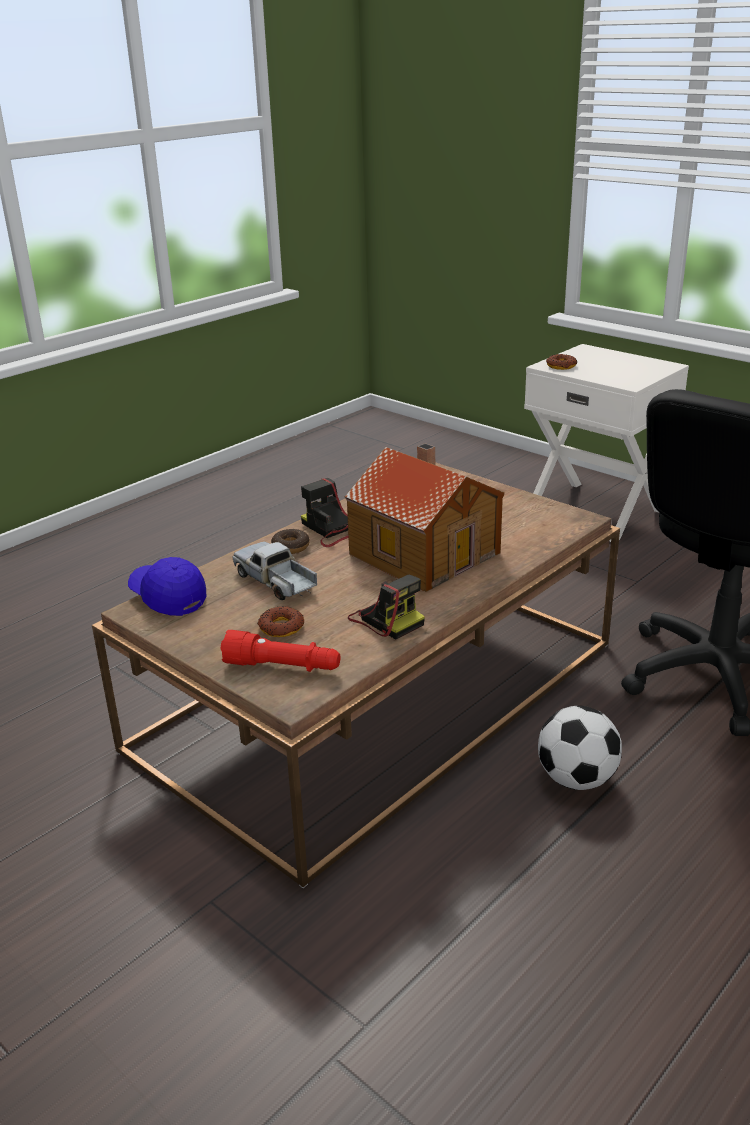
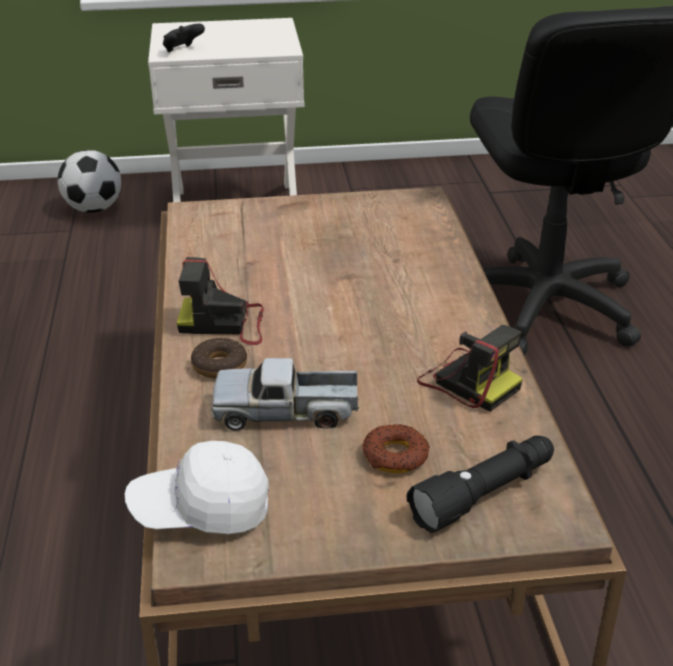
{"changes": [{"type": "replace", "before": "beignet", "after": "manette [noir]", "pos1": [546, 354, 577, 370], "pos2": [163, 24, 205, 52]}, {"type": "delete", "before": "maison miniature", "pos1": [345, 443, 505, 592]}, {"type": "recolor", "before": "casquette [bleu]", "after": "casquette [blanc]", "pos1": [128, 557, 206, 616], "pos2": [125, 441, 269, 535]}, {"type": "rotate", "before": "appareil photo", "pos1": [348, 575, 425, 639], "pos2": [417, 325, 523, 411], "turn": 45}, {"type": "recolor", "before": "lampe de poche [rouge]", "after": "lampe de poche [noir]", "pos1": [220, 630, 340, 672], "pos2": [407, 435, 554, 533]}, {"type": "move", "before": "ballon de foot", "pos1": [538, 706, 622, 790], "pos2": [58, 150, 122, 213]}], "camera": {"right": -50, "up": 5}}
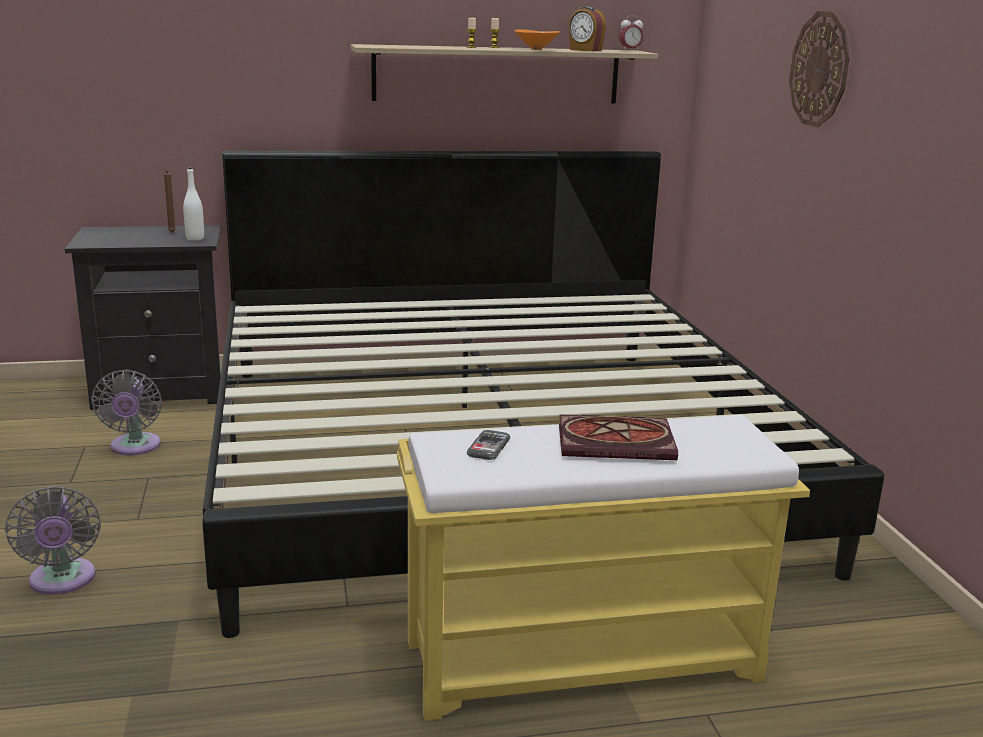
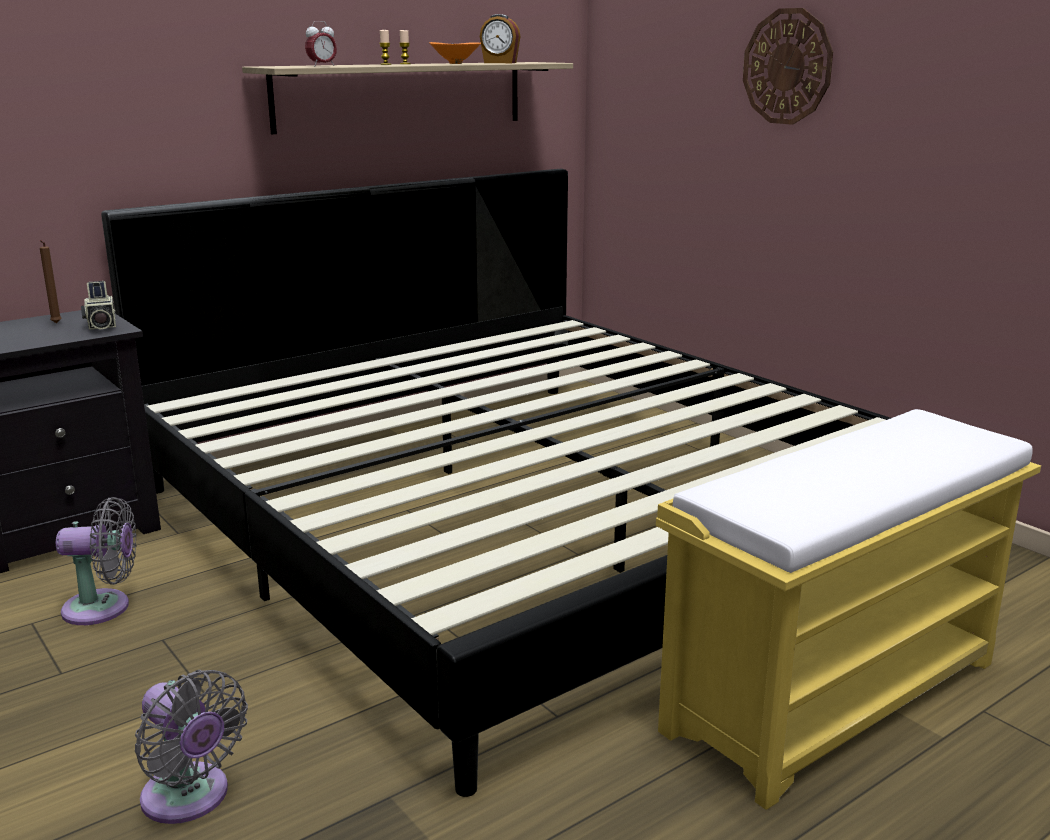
{"changes": [{"type": "move", "before": "réveil", "pos1": [619, 16, 644, 51], "pos2": [305, 21, 337, 66]}, {"type": "replace", "before": "bouteille [blanc]", "after": "appareil photo", "pos1": [183, 167, 204, 240], "pos2": [81, 281, 116, 330]}, {"type": "rotate", "before": "ventilateur [gris]", "pos1": [91, 370, 162, 455], "pos2": [56, 497, 137, 625], "turn": -60}, {"type": "delete", "before": "livre", "pos1": [559, 414, 678, 460]}, {"type": "delete", "before": "téléphone", "pos1": [467, 430, 510, 460]}], "camera": {"right": -25, "up": 0}}
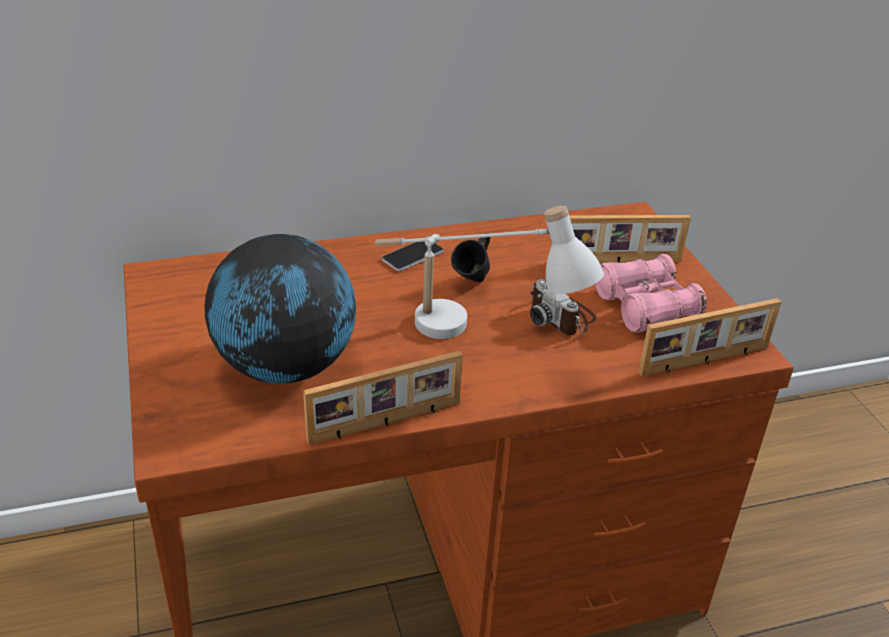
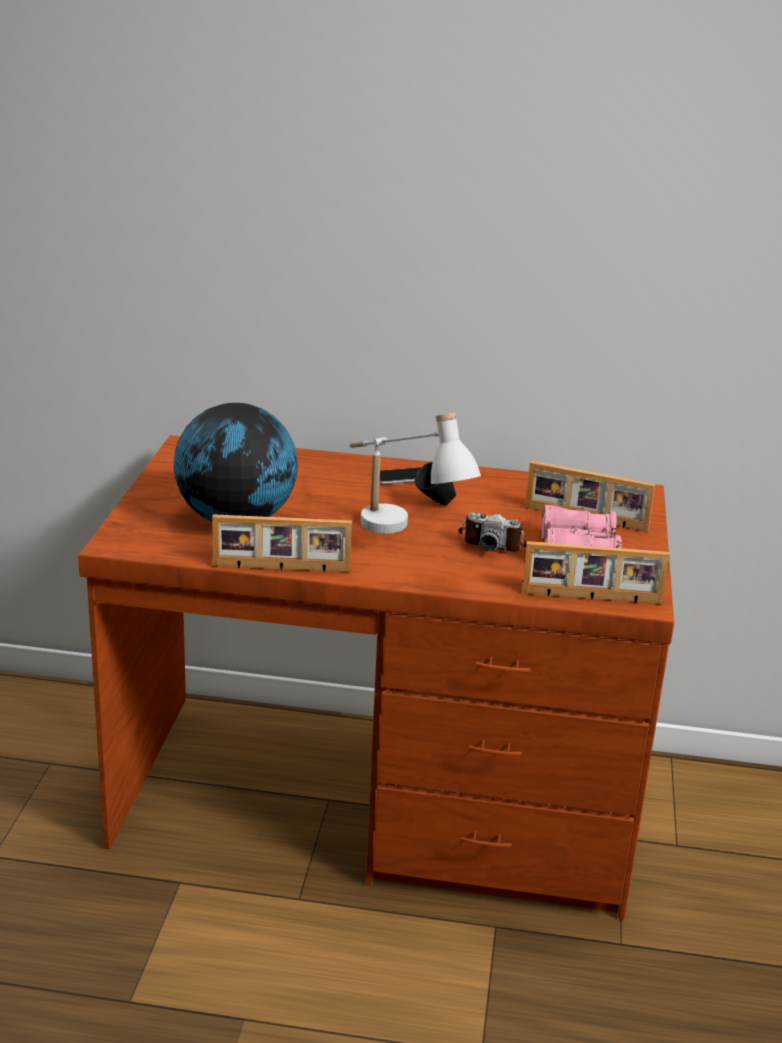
{"changes": [{"type": "rotate", "before": "appareil photo", "pos1": [530, 279, 596, 335], "pos2": [458, 512, 527, 552], "turn": -60}], "camera": {"right": 25, "up": -10}}
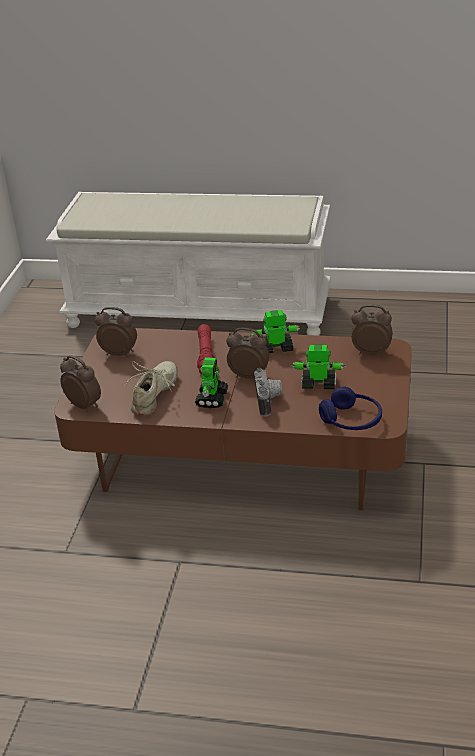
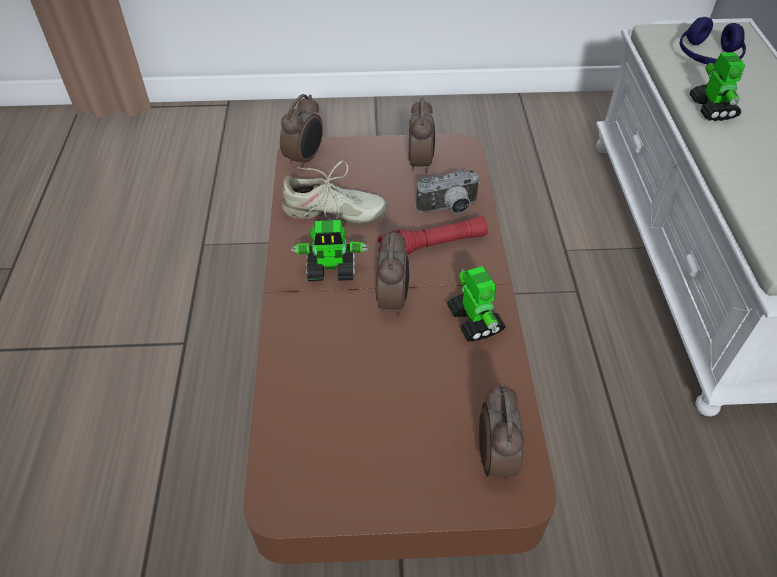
{"changes": [{"type": "move", "before": "robot jouet", "pos1": [291, 345, 345, 389], "pos2": [690, 52, 745, 121]}, {"type": "move", "before": "appareil photo", "pos1": [254, 368, 283, 416], "pos2": [416, 170, 481, 214]}, {"type": "move", "before": "casque audio [bleu]", "pos1": [319, 387, 382, 430], "pos2": [679, 17, 746, 64]}], "camera": {"right": 75, "up": 15}}
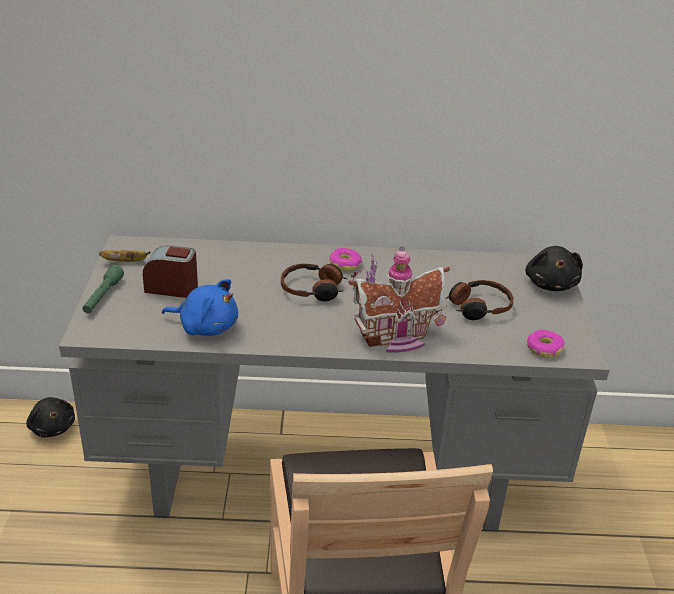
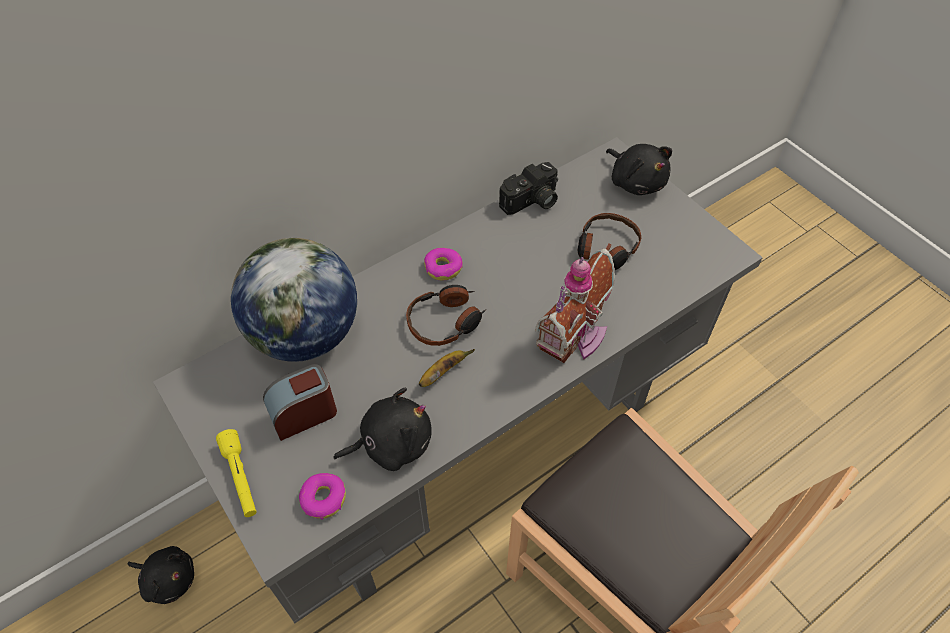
{"changes": [{"type": "move", "before": "banane", "pos1": [99, 250, 150, 262], "pos2": [419, 349, 475, 387]}, {"type": "recolor", "before": "lampe de poche [vert]", "after": "lampe de poche [jaune]", "pos1": [82, 265, 124, 313], "pos2": [216, 429, 257, 517]}, {"type": "recolor", "before": "peluche [bleu]", "after": "peluche [noir]", "pos1": [162, 279, 238, 336], "pos2": [334, 388, 432, 471]}, {"type": "move", "before": "beignet", "pos1": [527, 330, 564, 358], "pos2": [299, 473, 346, 520]}, {"type": "insert", "after": "appareil photo", "pos2": [499, 162, 558, 215]}, {"type": "insert", "after": "globe", "pos2": [231, 238, 357, 362]}], "camera": {"right": -35, "up": 20}}
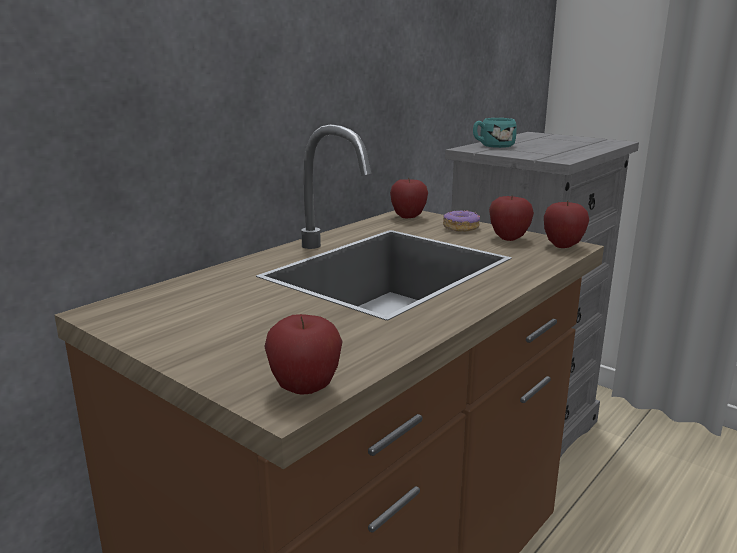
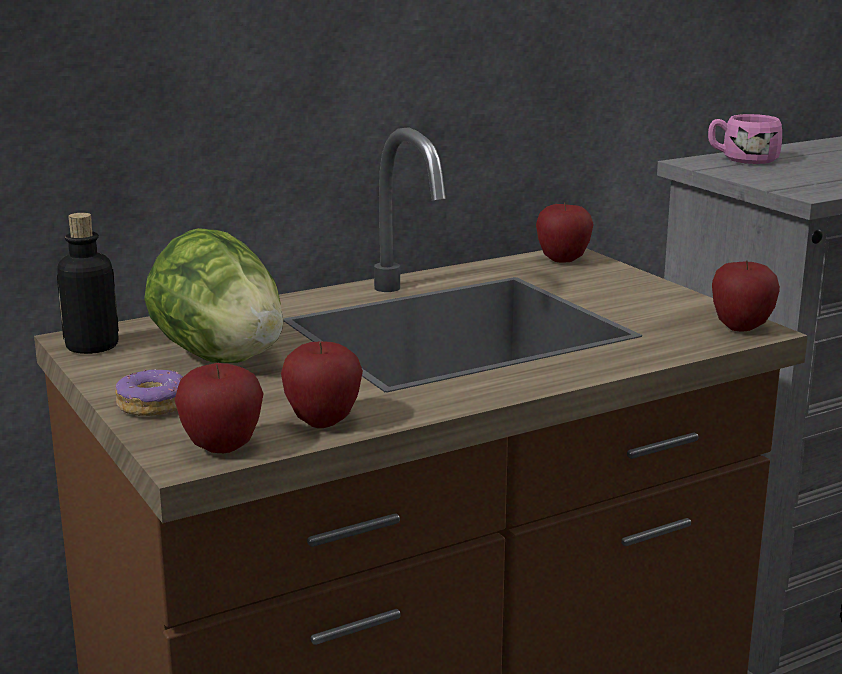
{"changes": [{"type": "recolor", "before": "mug [turquoise]", "after": "mug [rose]", "pos1": [473, 118, 517, 148], "pos2": [708, 114, 782, 164]}, {"type": "move", "before": "pomme", "pos1": [489, 194, 534, 241], "pos2": [281, 341, 363, 428]}, {"type": "move", "before": "beignet", "pos1": [443, 211, 480, 232], "pos2": [115, 369, 183, 416]}, {"type": "insert", "after": "bouteille", "pos2": [57, 213, 119, 354]}, {"type": "insert", "after": "laitue", "pos2": [144, 228, 283, 363]}], "camera": {"right": 20, "up": 0}}
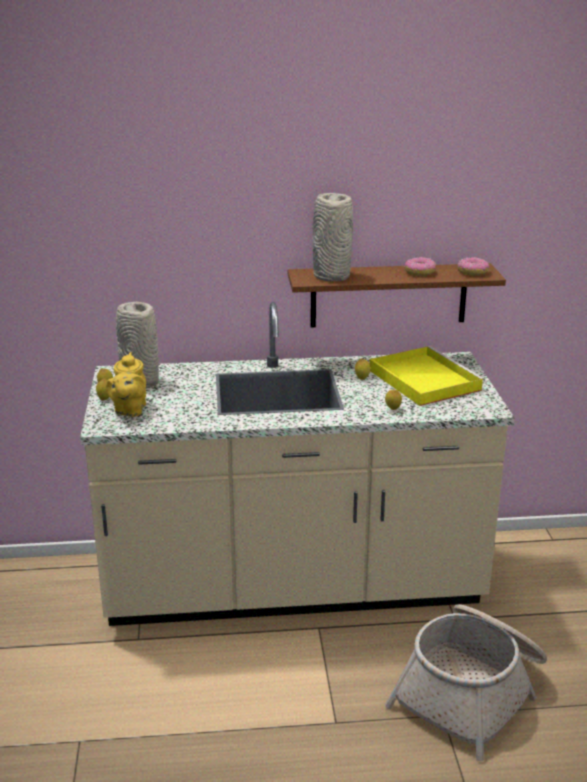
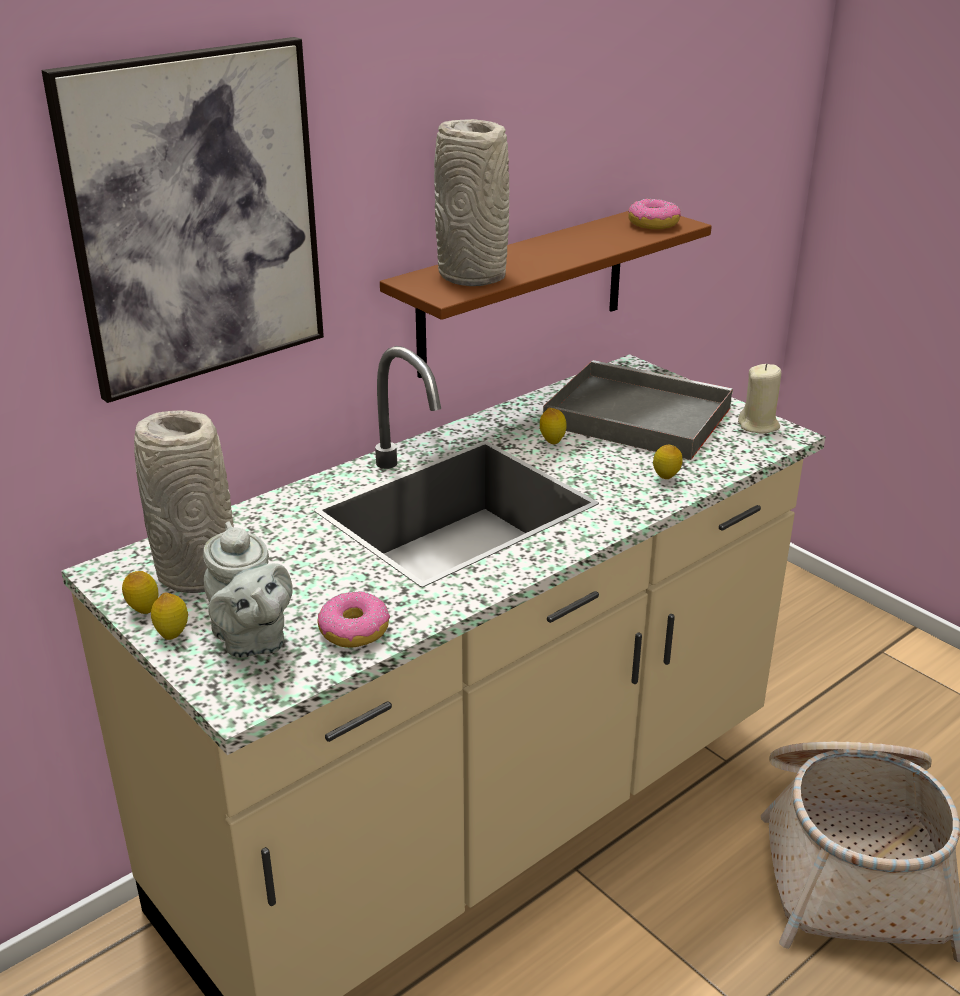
{"changes": [{"type": "move", "before": "beignet", "pos1": [405, 257, 436, 276], "pos2": [317, 591, 390, 648]}, {"type": "recolor", "before": "plateau [jaune]", "after": "plateau [gris]", "pos1": [369, 346, 485, 406], "pos2": [543, 360, 733, 460]}, {"type": "recolor", "before": "théière [jaune]", "after": "théière [gris]", "pos1": [106, 352, 146, 417], "pos2": [203, 521, 292, 658]}, {"type": "insert", "after": "tableau", "pos2": [41, 37, 324, 403]}, {"type": "insert", "after": "bougie [beige]", "pos2": [738, 364, 781, 434]}], "camera": {"right": -35, "up": 5}}
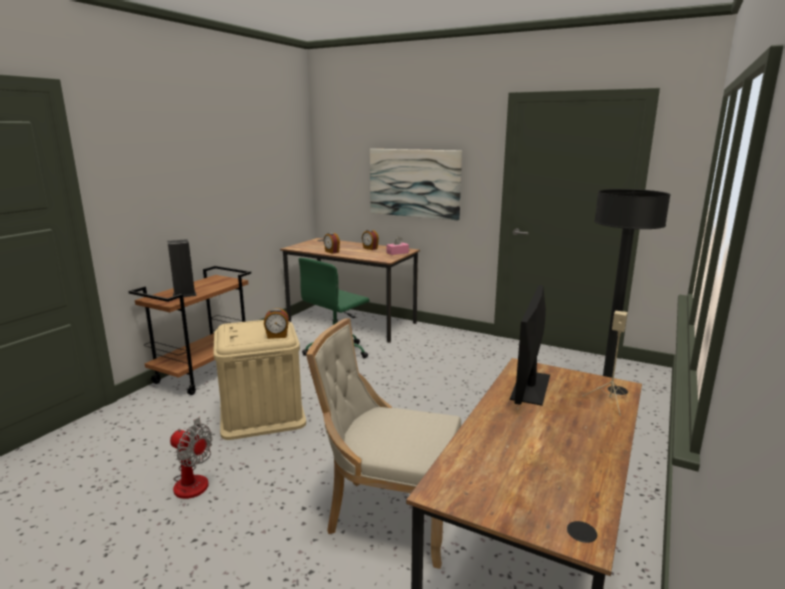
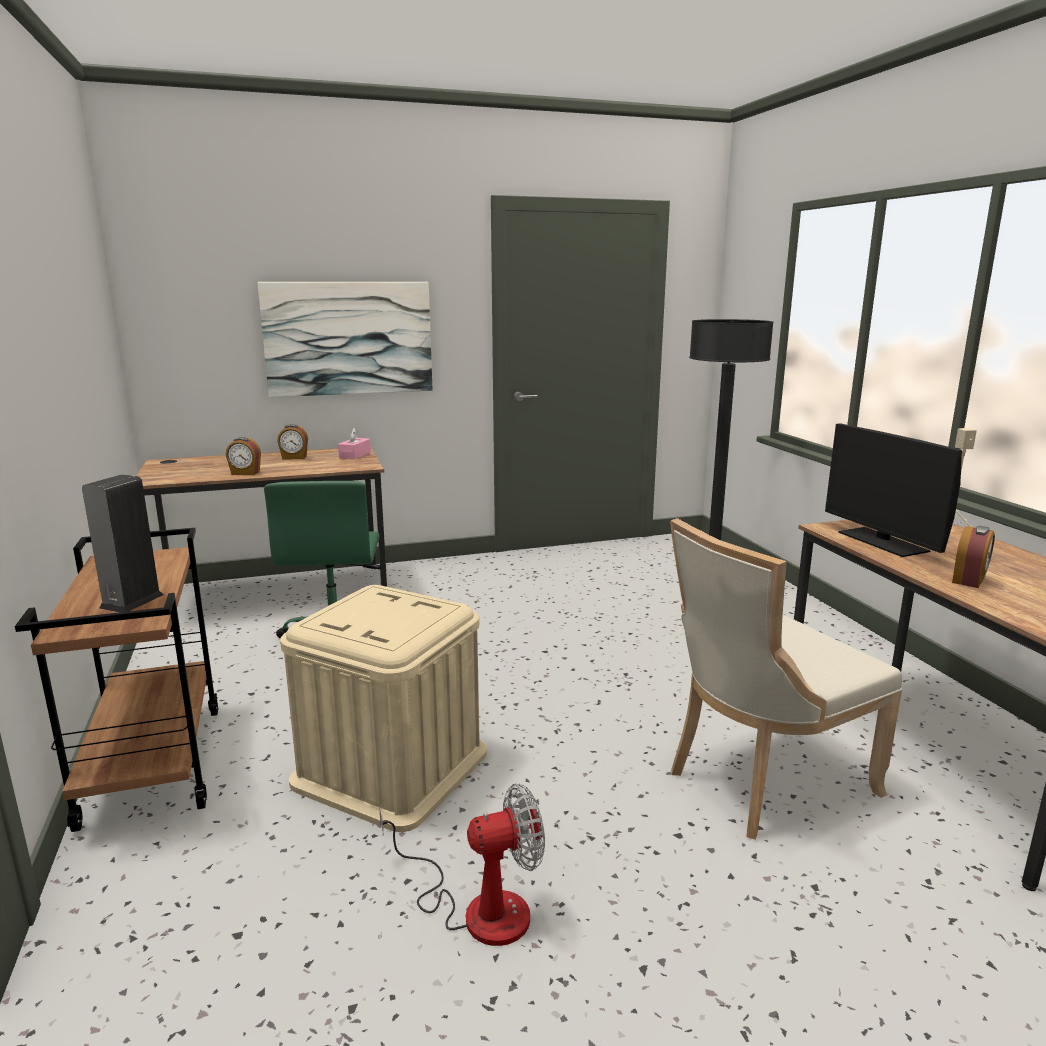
{"changes": [{"type": "move", "before": "réveil", "pos1": [264, 308, 289, 339], "pos2": [952, 526, 995, 588]}], "camera": {"right": -45, "up": 0}}
